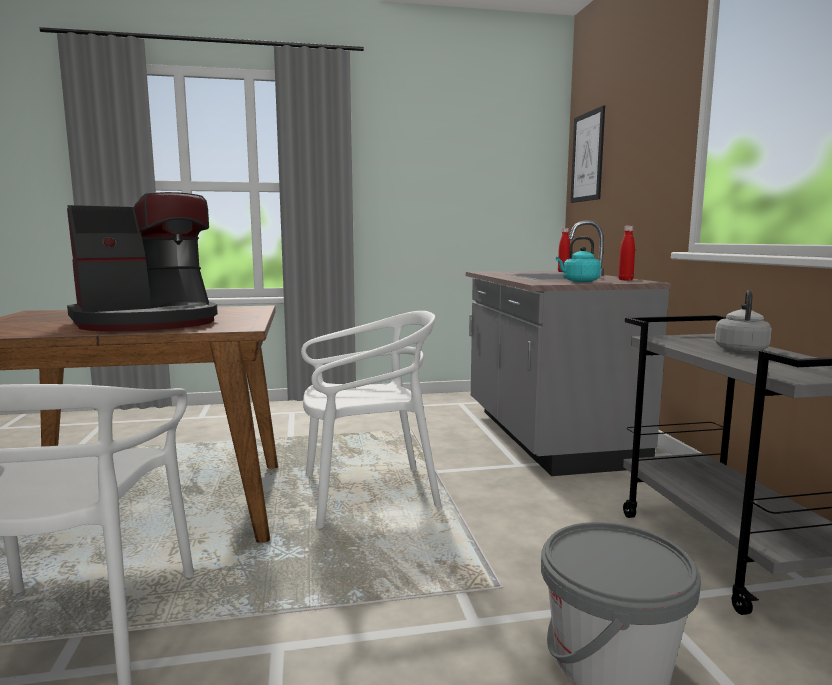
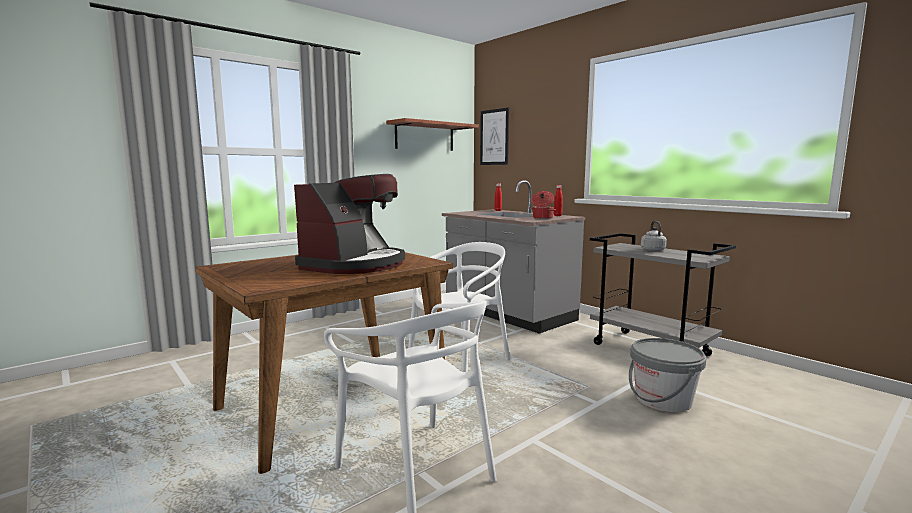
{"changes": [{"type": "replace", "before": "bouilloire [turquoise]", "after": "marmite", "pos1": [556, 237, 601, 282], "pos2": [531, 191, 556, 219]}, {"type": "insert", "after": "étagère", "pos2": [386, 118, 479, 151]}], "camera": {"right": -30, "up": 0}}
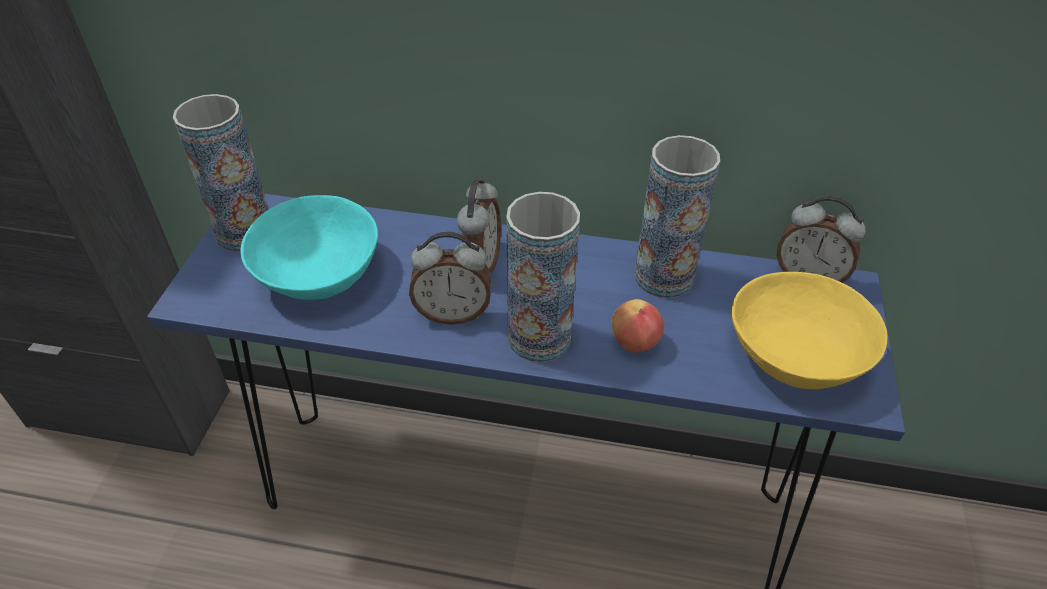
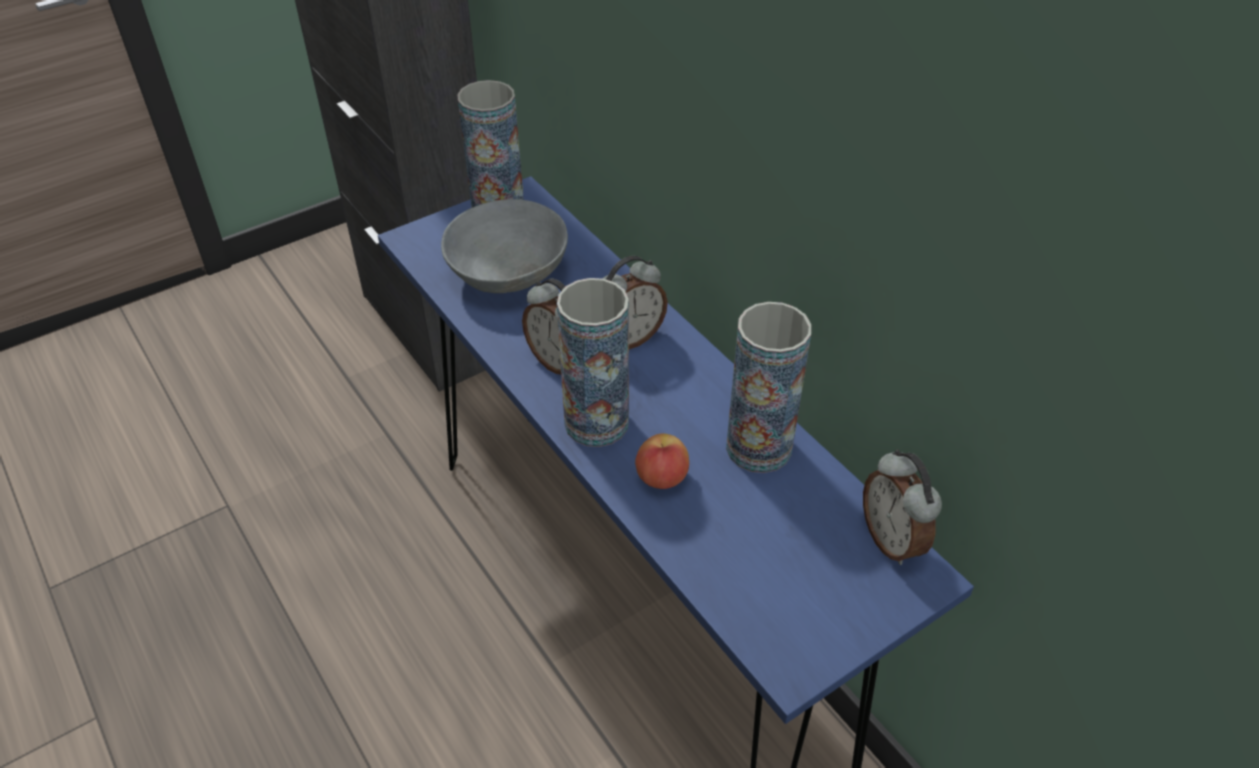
{"changes": [{"type": "recolor", "before": "bol [turquoise]", "after": "bol [gris]", "pos1": [241, 195, 378, 300], "pos2": [441, 199, 568, 293]}, {"type": "delete", "before": "bol [jaune]", "pos1": [732, 272, 888, 389]}], "camera": {"right": 45, "up": 0}}
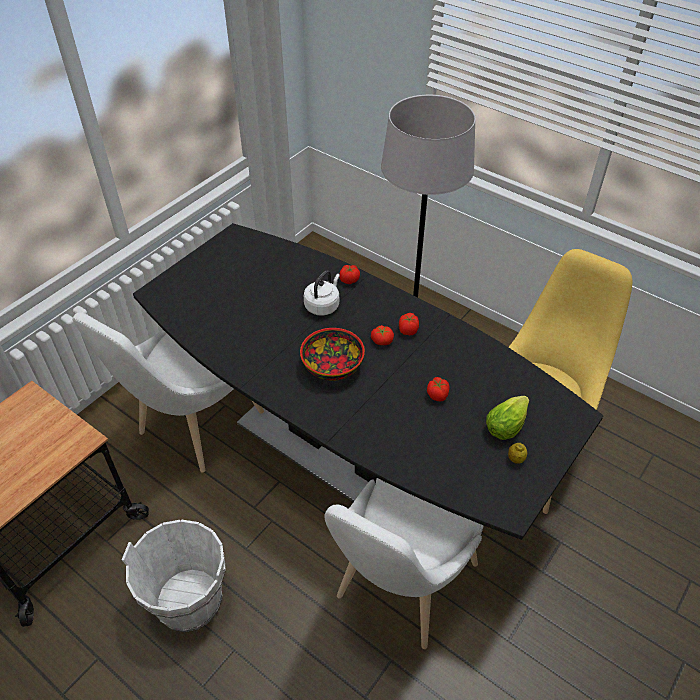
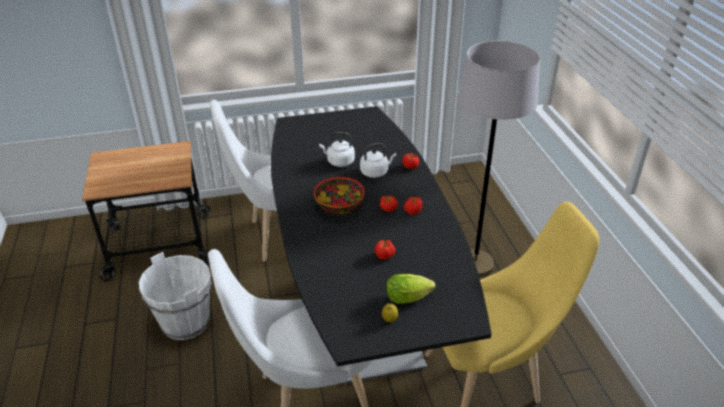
{"changes": [{"type": "insert", "after": "bouilloire [blanc]", "pos2": [319, 132, 355, 167]}], "camera": {"right": 40, "up": -10}}
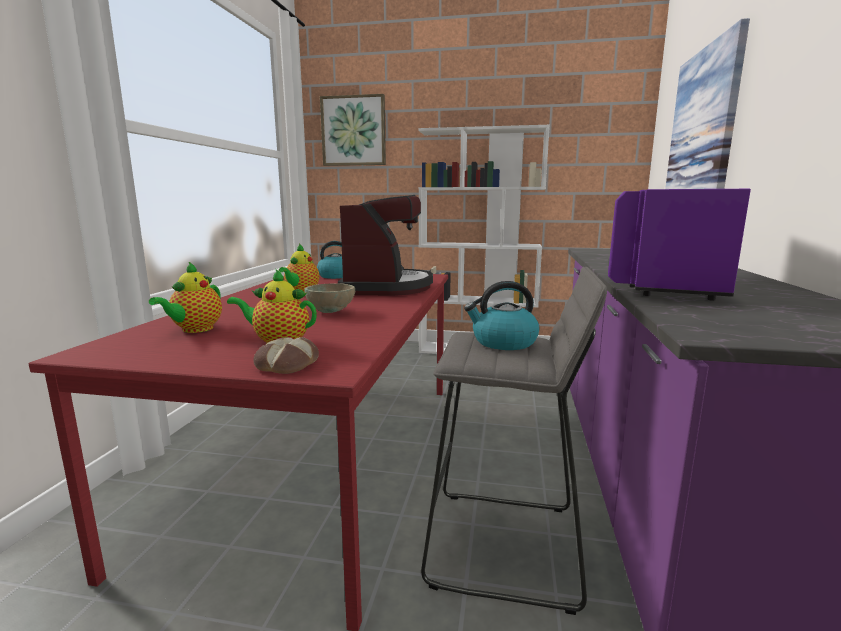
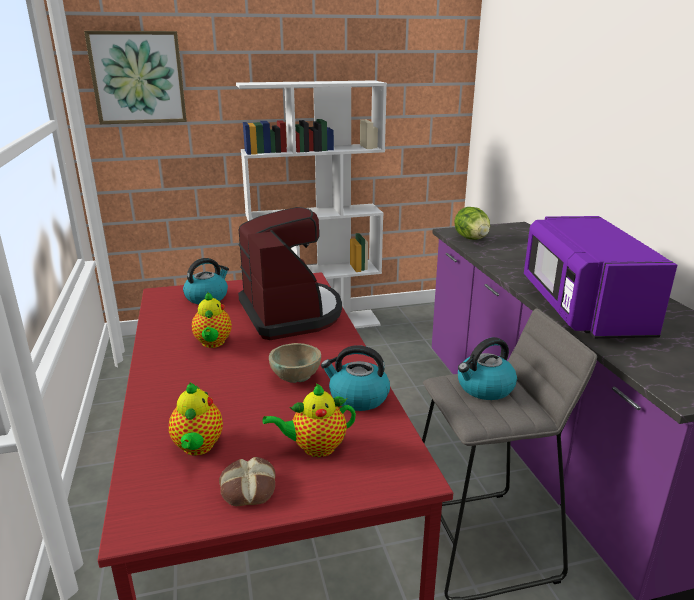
{"changes": [{"type": "delete", "before": "tableau", "pos1": [665, 18, 750, 189]}, {"type": "move", "before": "pain", "pos1": [253, 337, 319, 374], "pos2": [219, 457, 275, 506]}, {"type": "insert", "after": "laitue", "pos2": [454, 207, 490, 240]}, {"type": "insert", "after": "bouilloire", "pos2": [321, 345, 390, 411]}], "camera": {"right": -25, "up": 10}}
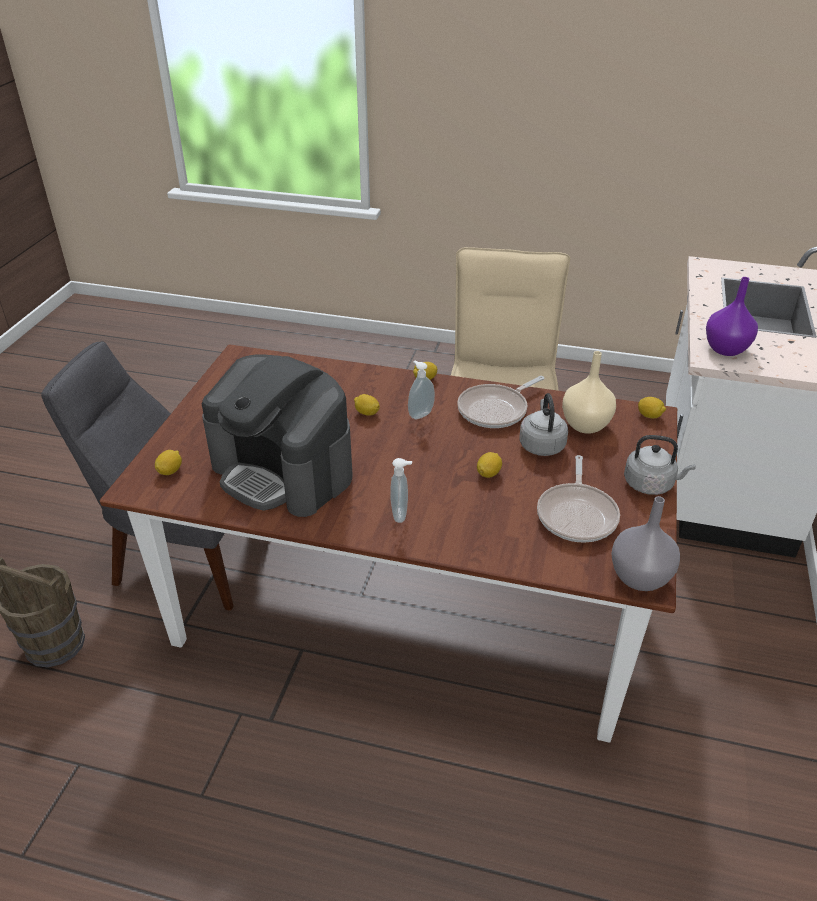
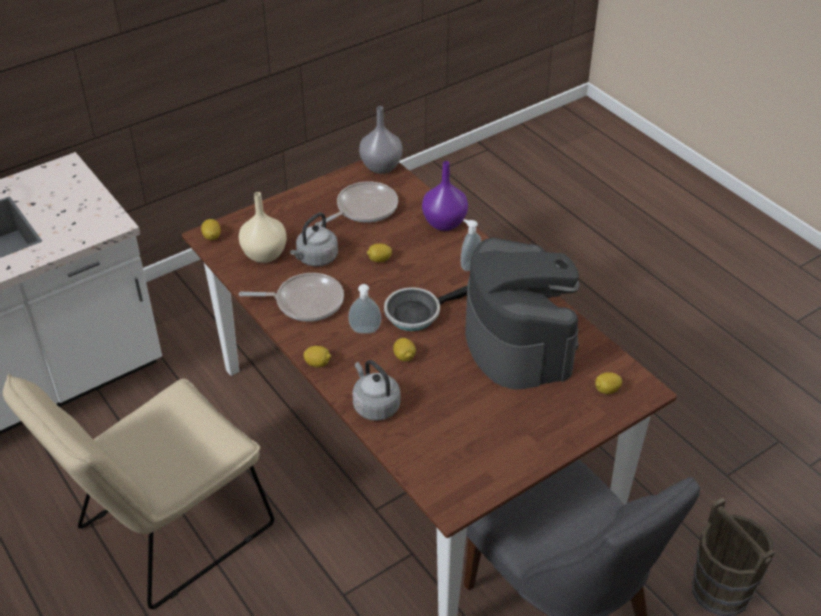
{"changes": [{"type": "move", "before": "vase [violet]", "pos1": [706, 277, 758, 356], "pos2": [422, 161, 468, 231]}, {"type": "move", "before": "bouilloire [gris]", "pos1": [624, 435, 696, 495], "pos2": [352, 360, 401, 421]}, {"type": "insert", "after": "poêle", "pos2": [384, 286, 467, 331]}], "camera": {"right": -140, "up": 5}}
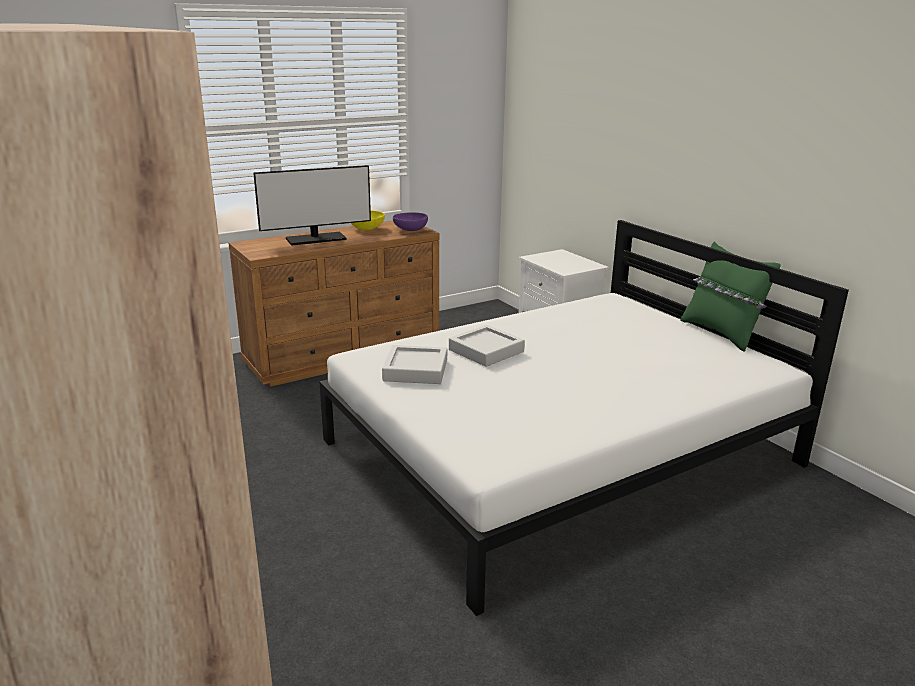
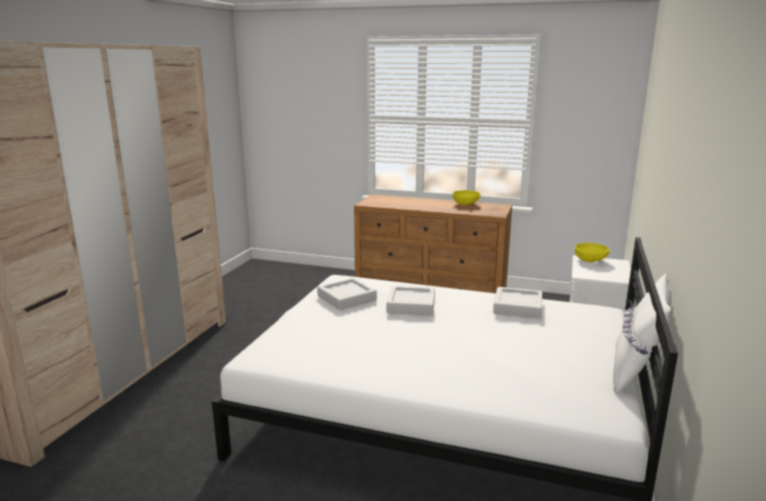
{"changes": [{"type": "delete", "before": "écran d'ordinateur", "pos1": [253, 165, 371, 246]}, {"type": "delete", "before": "bol [violet]", "pos1": [393, 212, 428, 231]}, {"type": "recolor", "before": "coussin [vert]", "after": "coussin [blanc]", "pos1": [680, 242, 781, 352], "pos2": [613, 274, 671, 395]}, {"type": "insert", "after": "bol [jaune]", "pos2": [575, 243, 610, 262]}, {"type": "insert", "after": "plateau [gris]", "pos2": [493, 287, 542, 319]}], "camera": {"right": 50, "up": -5}}
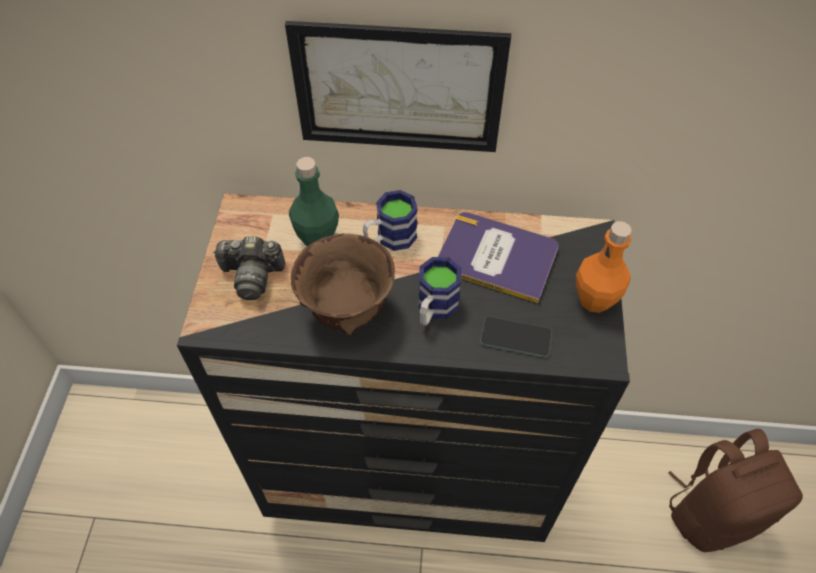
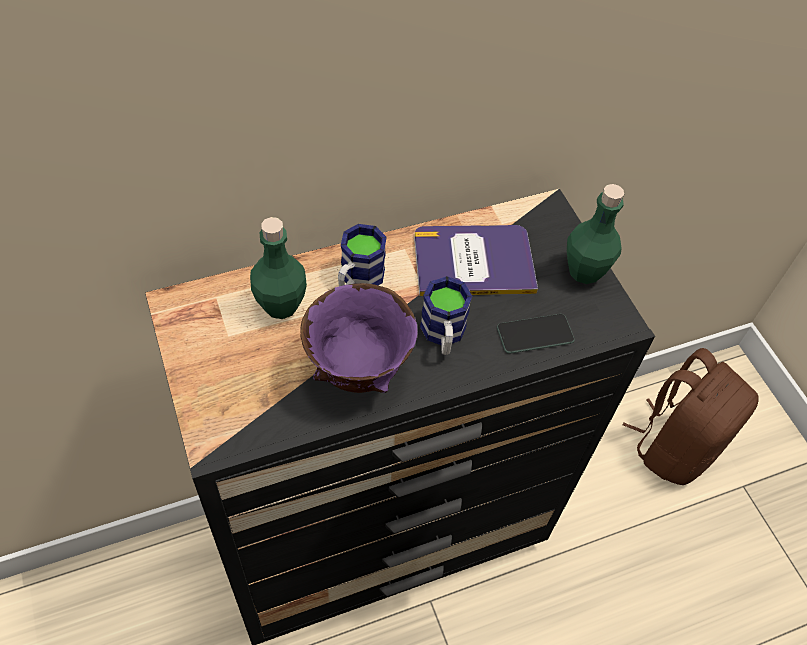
{"changes": [{"type": "delete", "before": "tableau", "pos1": [285, 21, 511, 152]}, {"type": "recolor", "before": "bouteille [orange]", "after": "bouteille [vert]", "pos1": [576, 221, 632, 313], "pos2": [567, 184, 624, 284]}, {"type": "recolor", "before": "bol [marron]", "after": "bol [violet]", "pos1": [291, 233, 395, 335], "pos2": [300, 283, 418, 393]}, {"type": "delete", "before": "appareil photo", "pos1": [213, 236, 285, 300]}], "camera": {"right": -30, "up": 0}}
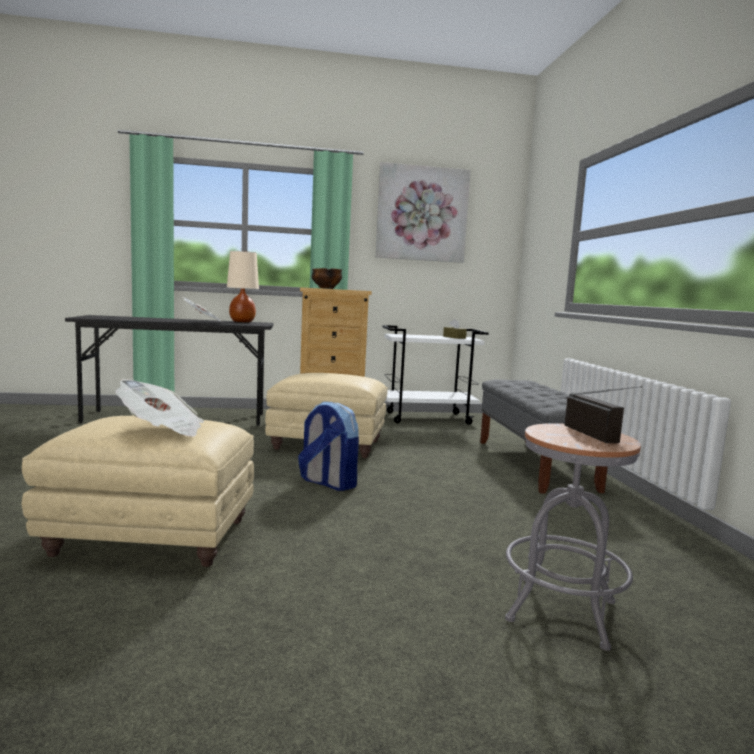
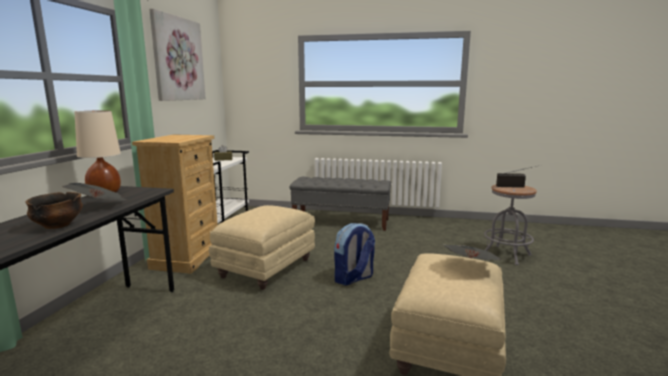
{"changes": [{"type": "move", "before": "bol", "pos1": [311, 268, 342, 289], "pos2": [25, 192, 83, 229]}], "camera": {"right": -70, "up": 5}}
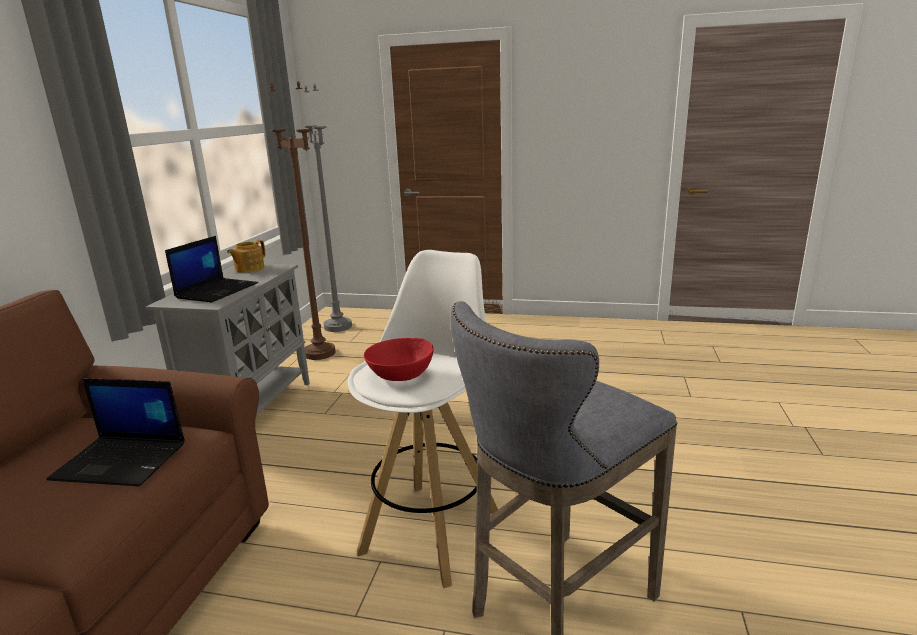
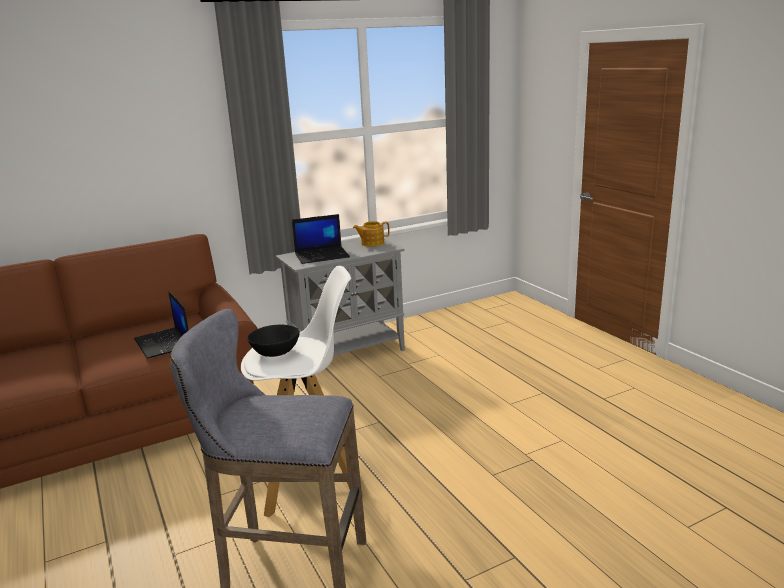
{"changes": [{"type": "delete", "before": "lampadaire [marron]", "pos1": [269, 82, 336, 360]}, {"type": "delete", "before": "lampadaire [gris]", "pos1": [303, 84, 352, 332]}, {"type": "recolor", "before": "bol [rouge]", "after": "bol [noir]", "pos1": [364, 338, 434, 381], "pos2": [247, 325, 300, 357]}], "camera": {"right": 50, "up": 0}}
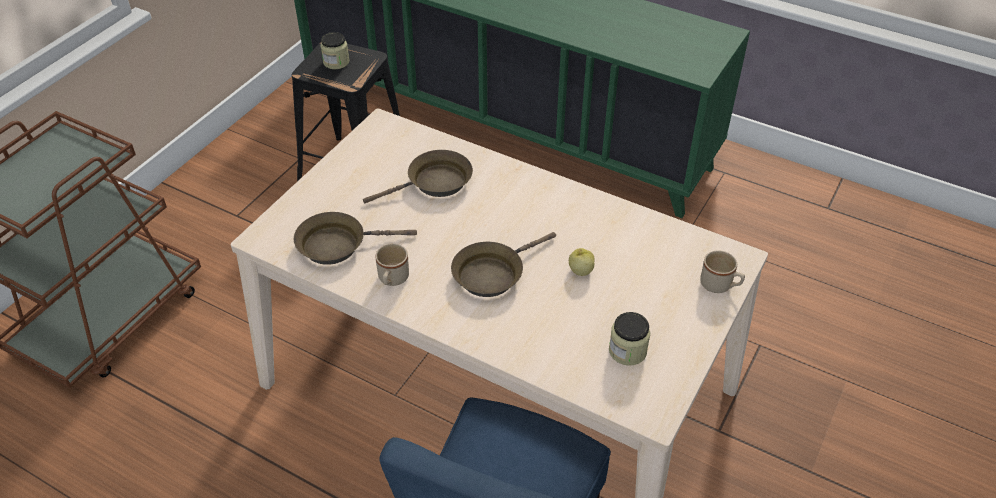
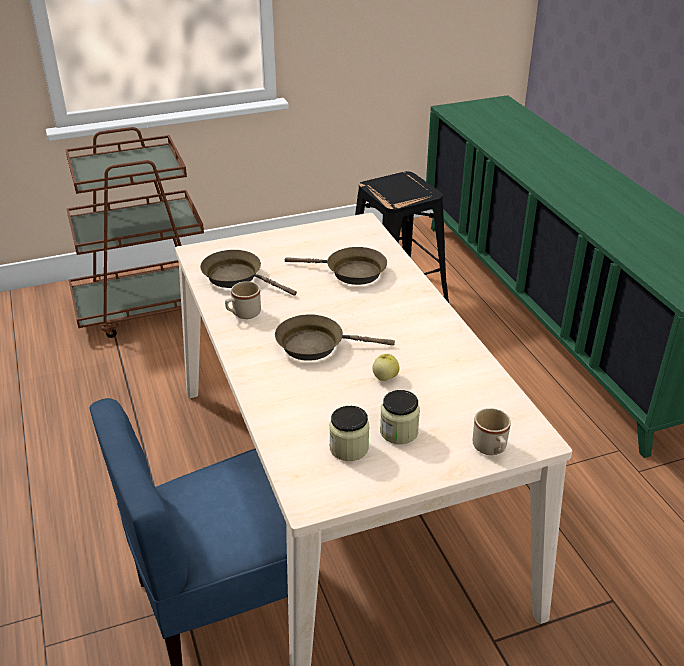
{"changes": [{"type": "move", "before": "bocal", "pos1": [321, 32, 349, 69], "pos2": [380, 390, 420, 444]}], "camera": {"right": 40, "up": -10}}
